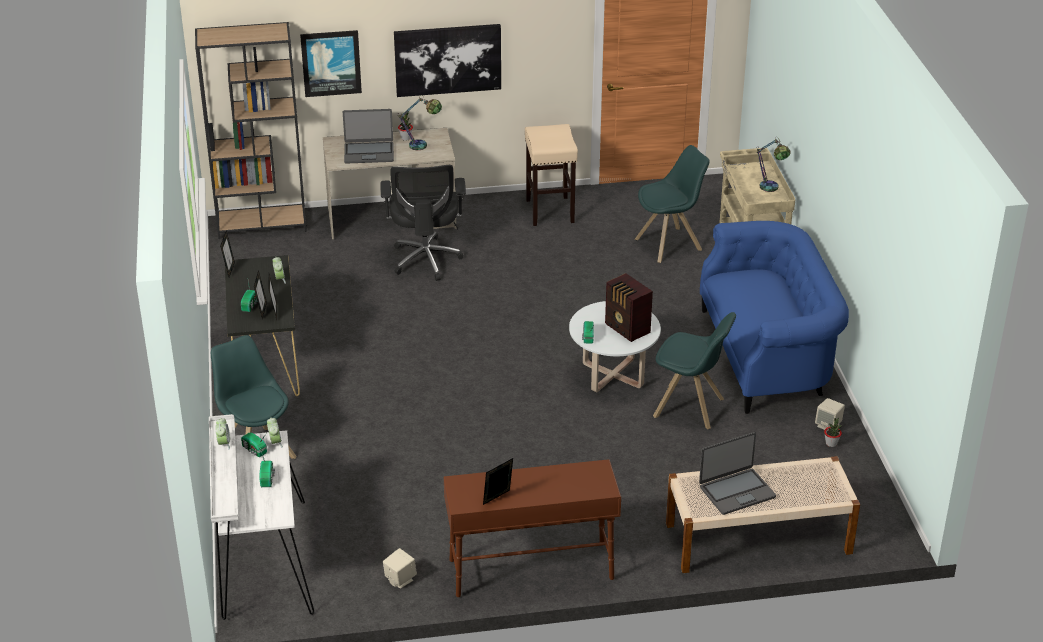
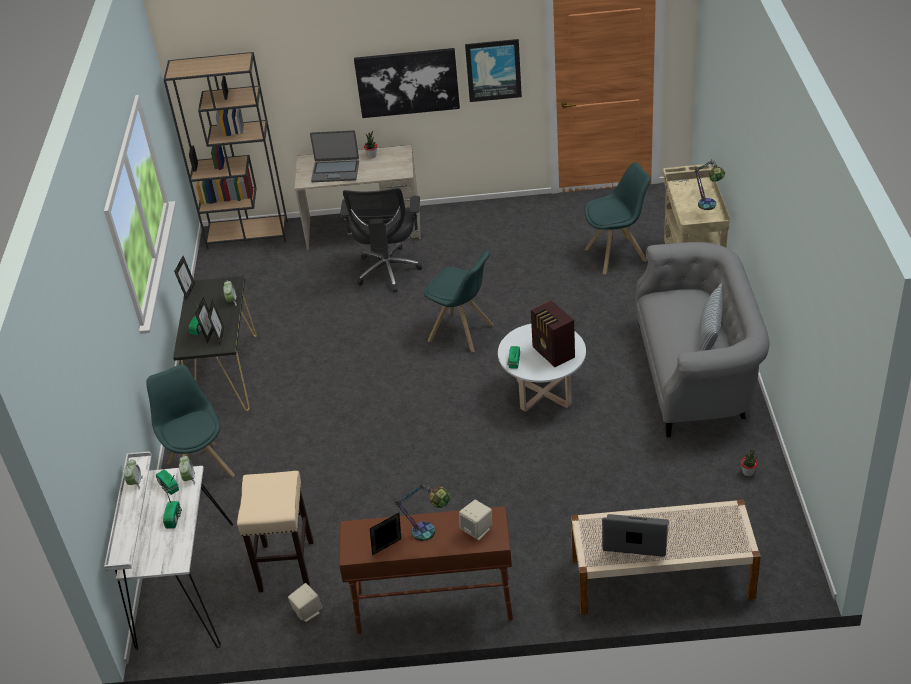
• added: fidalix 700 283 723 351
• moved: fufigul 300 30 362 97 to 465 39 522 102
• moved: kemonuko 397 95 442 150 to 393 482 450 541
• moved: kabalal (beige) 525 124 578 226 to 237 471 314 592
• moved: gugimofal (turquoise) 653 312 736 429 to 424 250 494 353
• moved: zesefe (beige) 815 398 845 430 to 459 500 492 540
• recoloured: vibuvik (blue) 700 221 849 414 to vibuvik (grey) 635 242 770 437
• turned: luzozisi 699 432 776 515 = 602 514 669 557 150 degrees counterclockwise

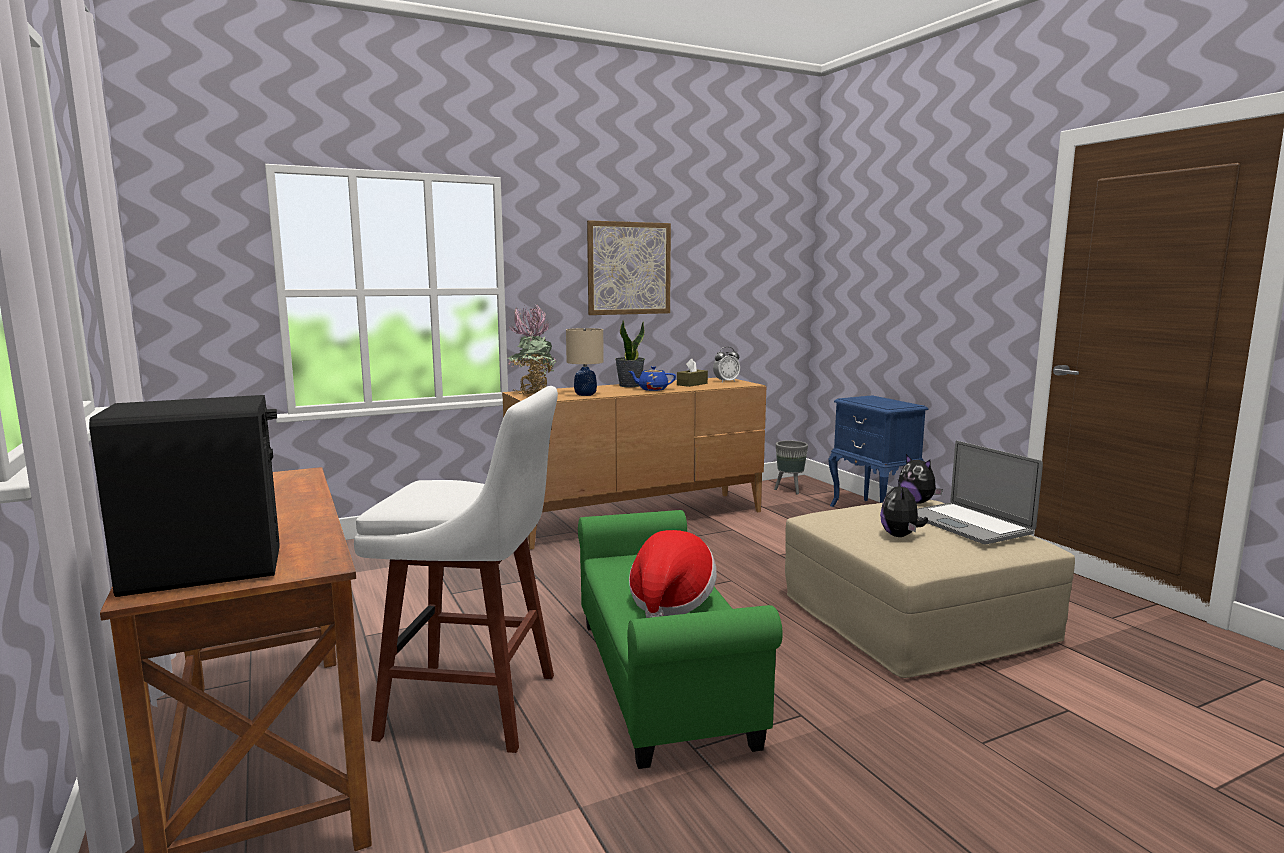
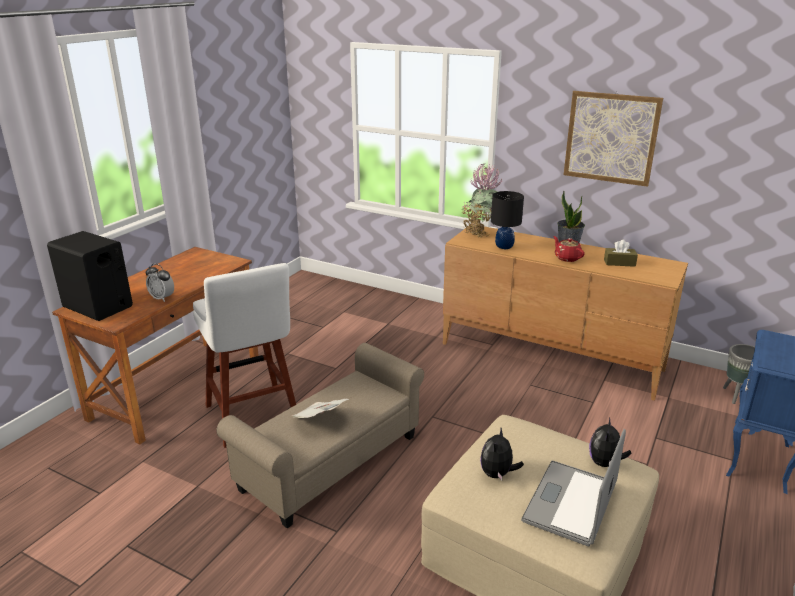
• moved: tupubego 713 347 740 383 to 146 263 174 302
• replaced: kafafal 629 530 717 618 to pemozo 292 398 349 418
• recoloured: kemonuko (beige) 566 328 604 396 to kemonuko (black) 491 191 524 249
• recoloured: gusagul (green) 578 510 783 769 to gusagul (beige) 216 343 424 528
• recoloured: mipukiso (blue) 628 366 676 391 to mipukiso (red) 553 236 585 262
• turned: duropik 880 480 928 537 = 480 428 524 480 45 degrees counterclockwise

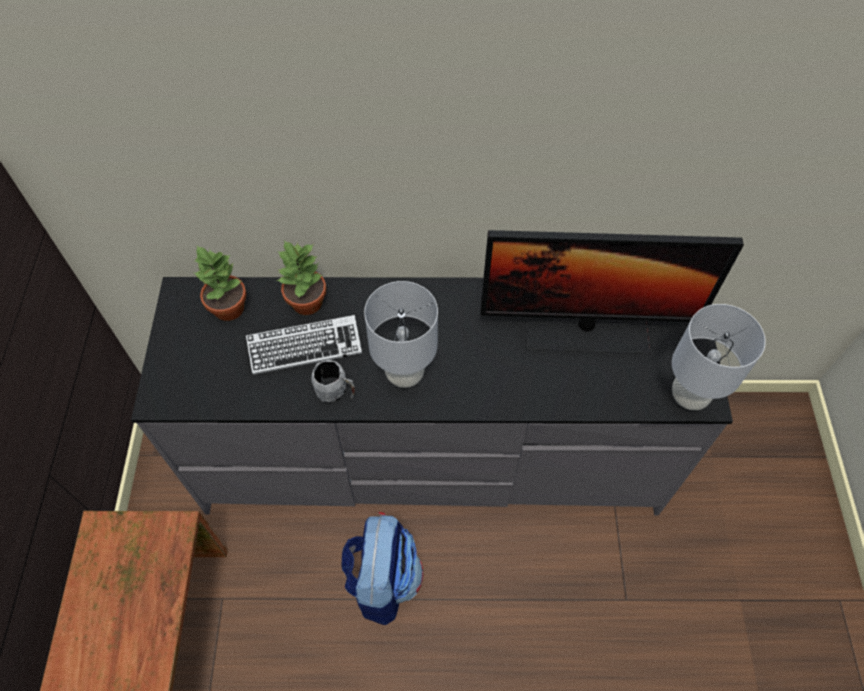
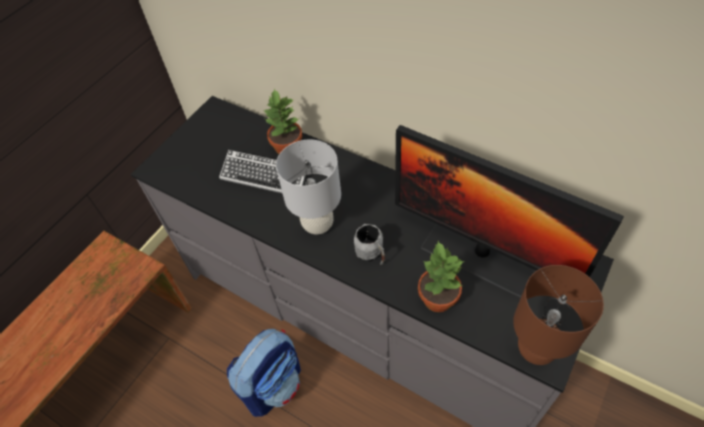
• moved: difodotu 194 245 247 321 to 418 241 465 312
• moved: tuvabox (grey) 311 360 355 402 to 354 224 385 265
• recoloured: kemonuko (grey) 672 304 766 410 to kemonuko (brown) 513 265 604 365

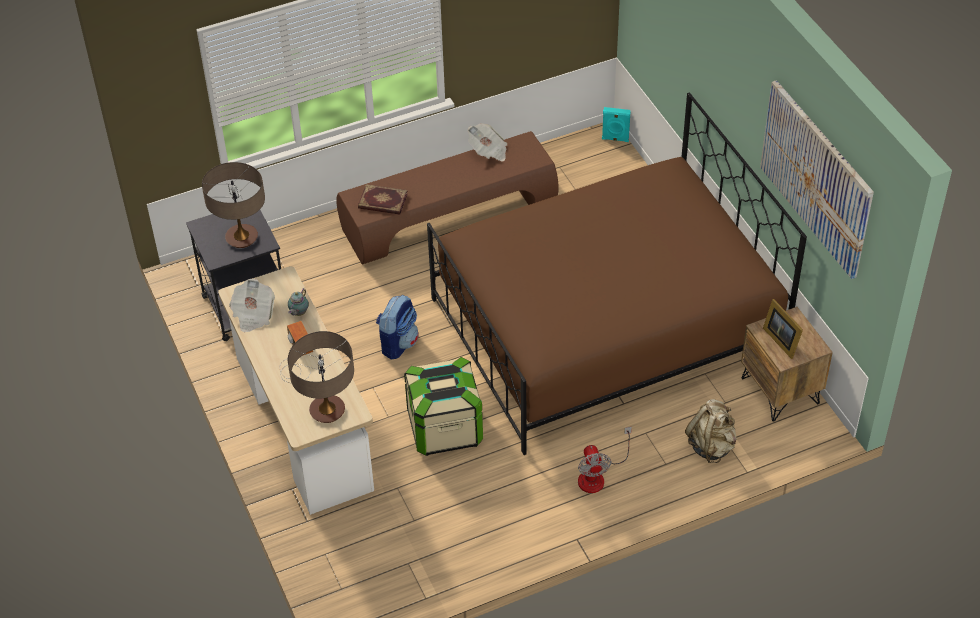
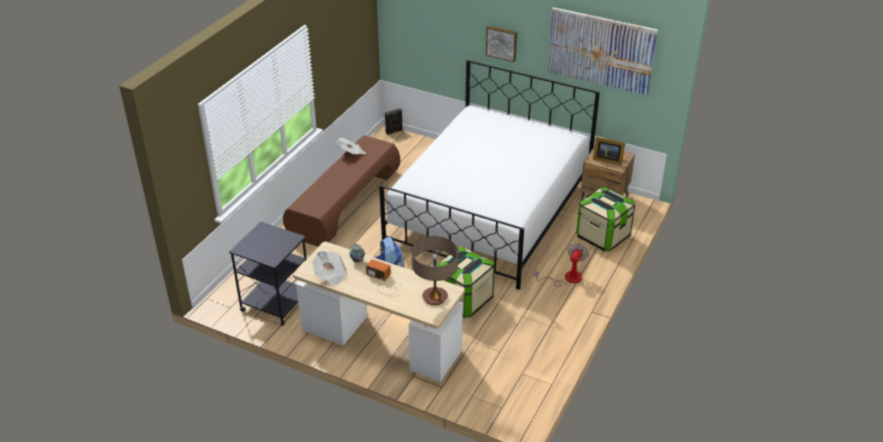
• removed: kemonuko 202 162 265 248
• removed: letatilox 358 184 408 215
• added: fufigul 486 26 517 62
• replaced: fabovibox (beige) 685 399 737 463 to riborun 576 187 635 251
• recoloured: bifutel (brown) 427 92 807 455 to bifutel (white) 379 60 600 290
• recoloured: zesefe (turquoise) 602 107 631 142 to zesefe (black) 385 109 403 135
• turned: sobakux 578 427 632 493 = 534 243 589 286 105 degrees counterclockwise

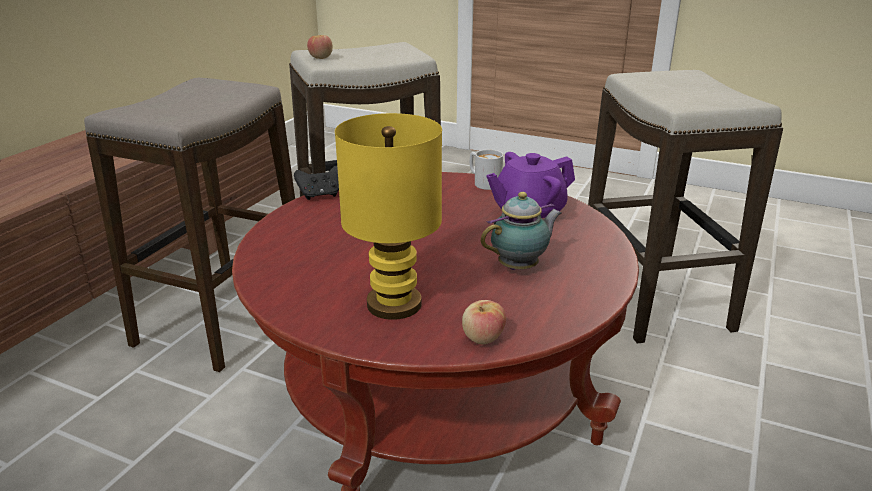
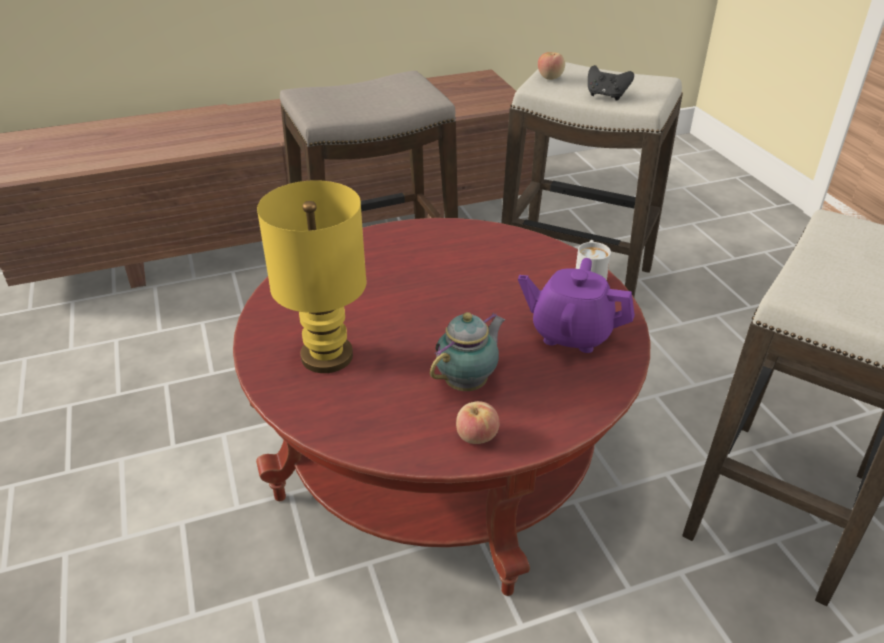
• moved: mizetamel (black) 294 166 339 200 to 588 65 634 101
• moved: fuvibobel 462 300 506 344 to 456 401 499 444
• turned: mipukiso 481 192 562 270 = 430 312 505 391 60 degrees counterclockwise

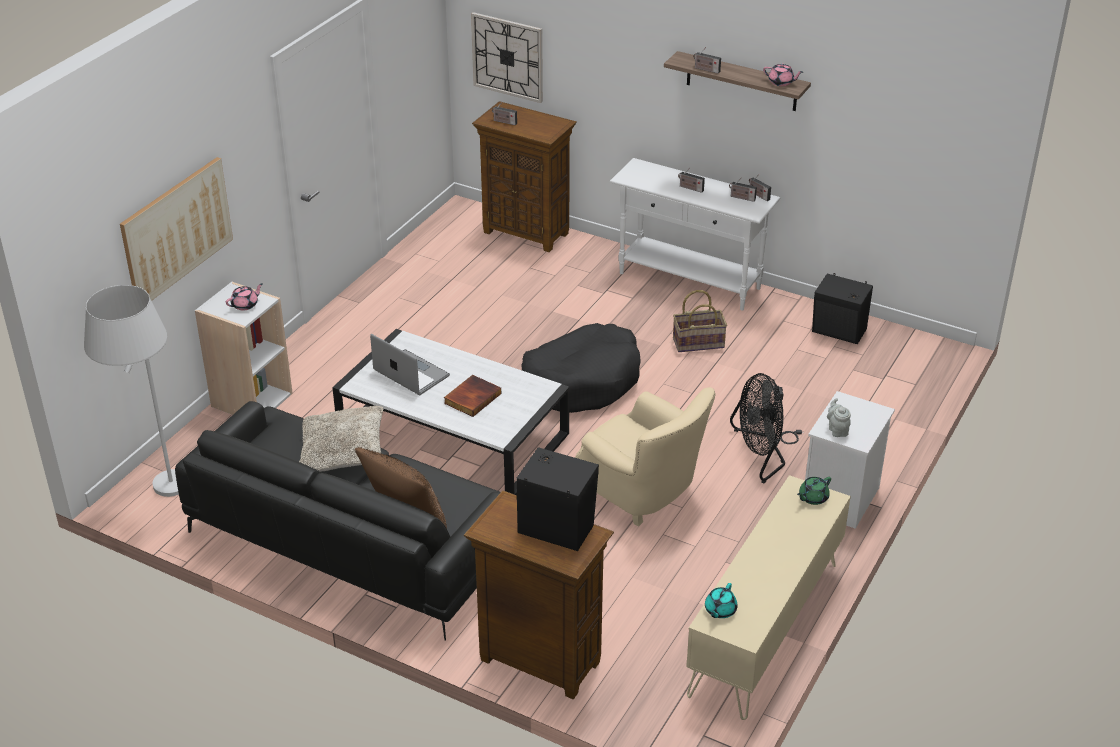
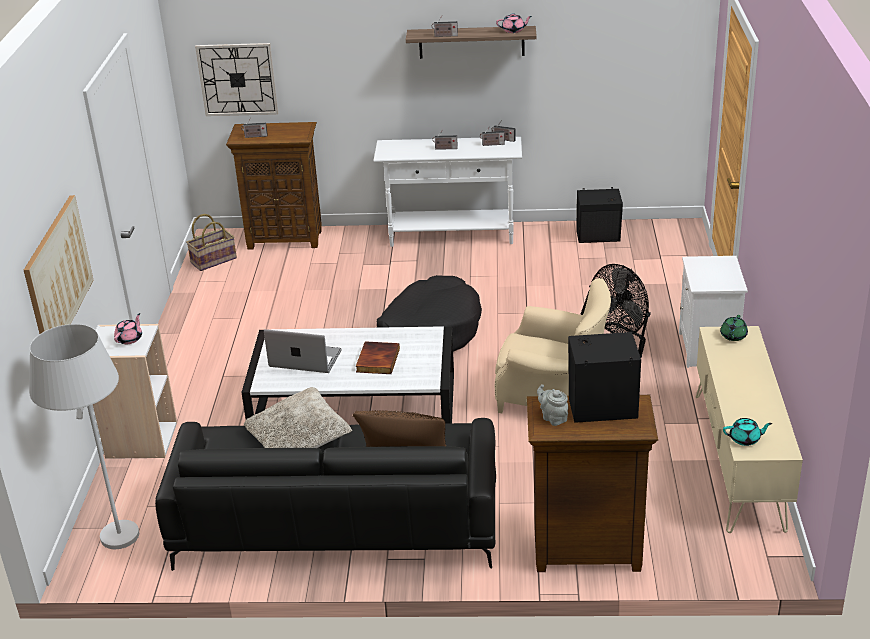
• moved: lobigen 673 290 727 352 to 186 214 237 271
• moved: mipukiso (grey) 827 398 851 437 to 537 384 568 426
• turned: mipukiso (turquoise) 705 583 738 618 = 723 418 772 446 90 degrees counterclockwise

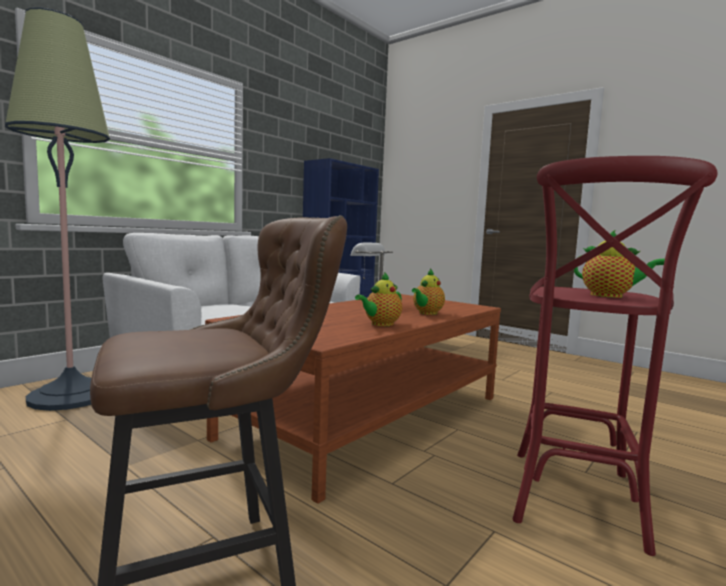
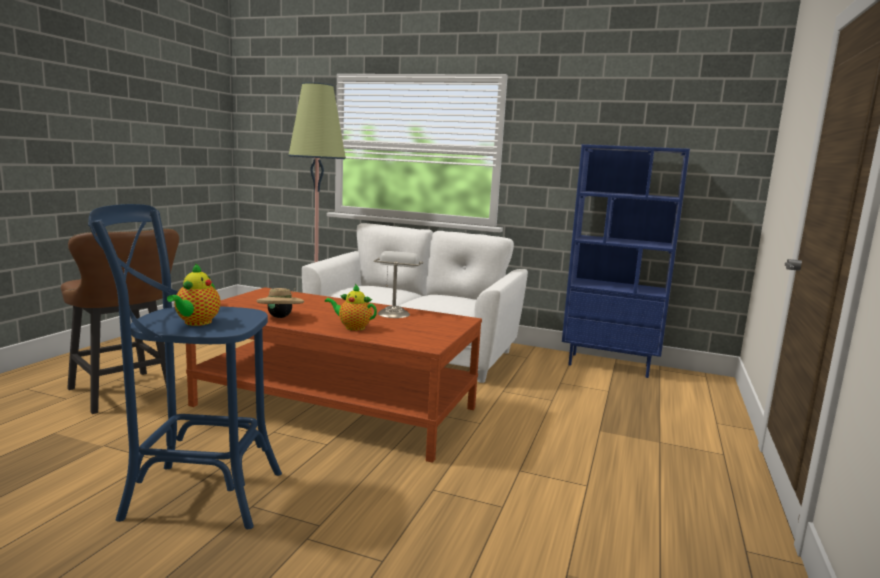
• replaced: mipukiso 355 272 402 326 to kafafal (beige) 257 288 304 318
• recoloured: kabalal (red) 513 156 718 556 to kabalal (blue) 88 204 282 529

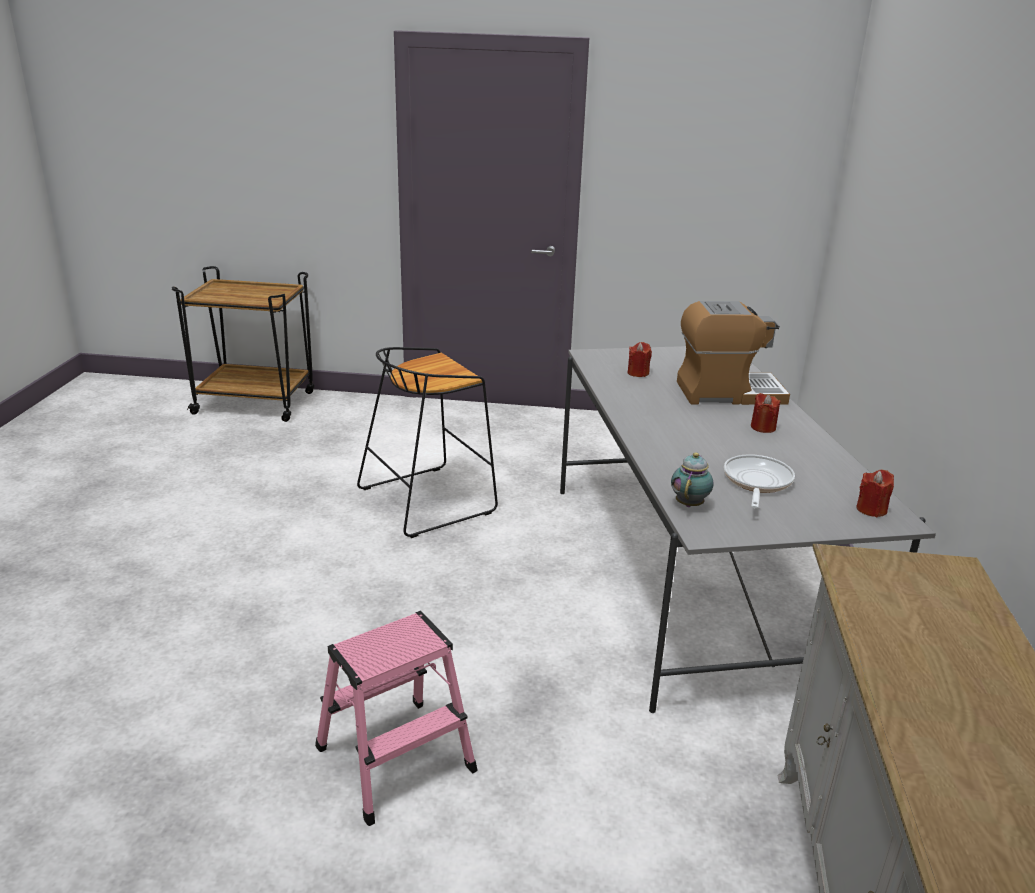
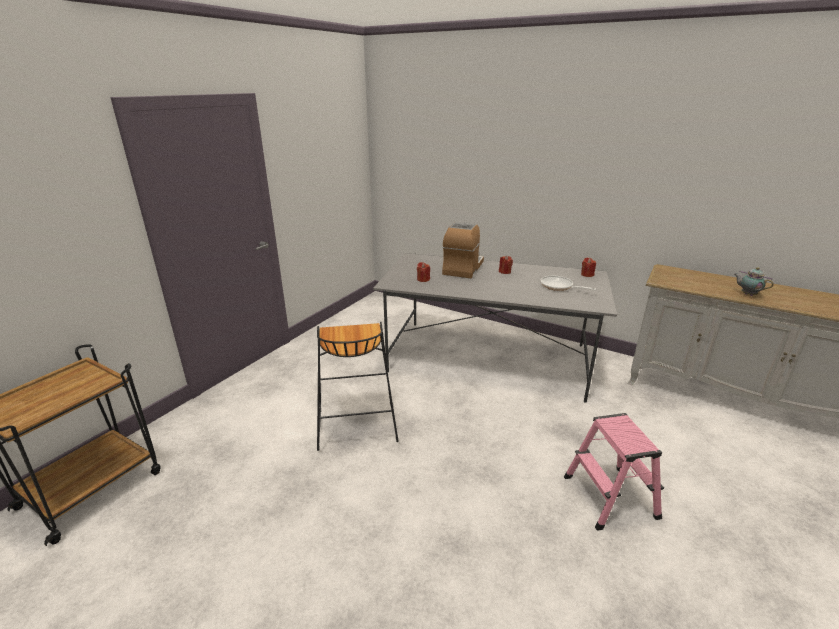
• moved: mipukiso 671 452 714 507 to 734 267 774 296

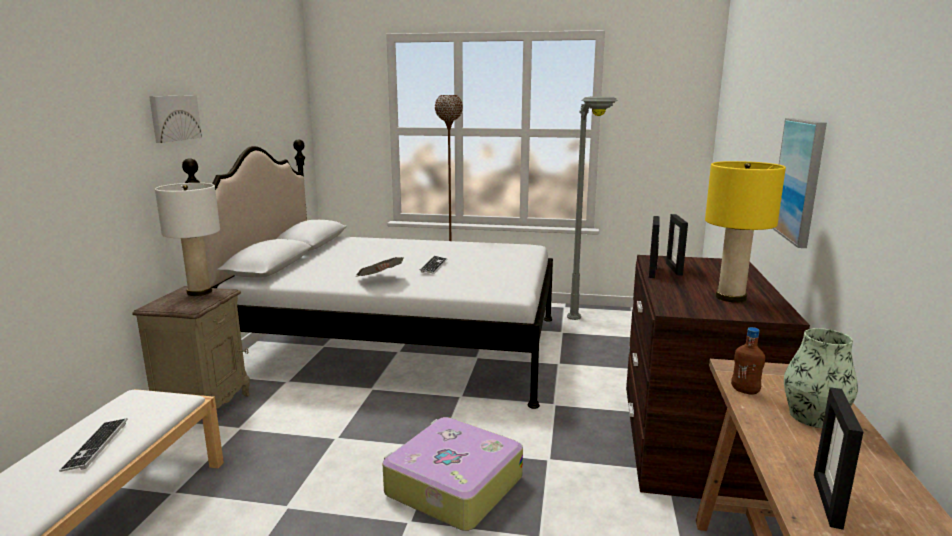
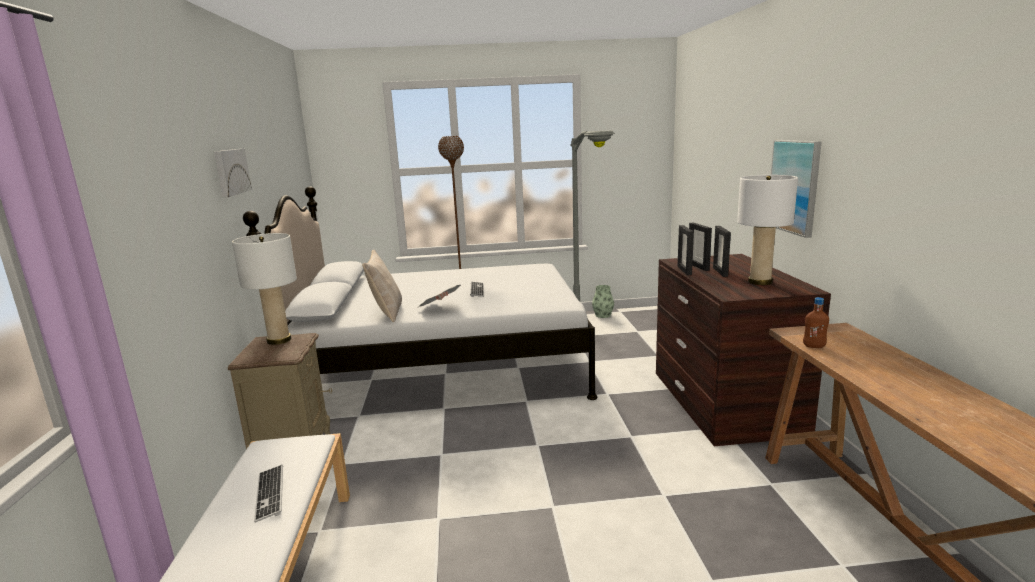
• removed: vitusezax 382 417 523 531
• added: fidalix (beige) 362 250 402 322
• moved: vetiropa 784 328 858 428 to 592 285 614 318
• moved: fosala 814 387 863 530 to 713 226 731 277
• recoloured: kemonuko (yellow) 705 161 786 303 to kemonuko (white) 737 175 798 285

